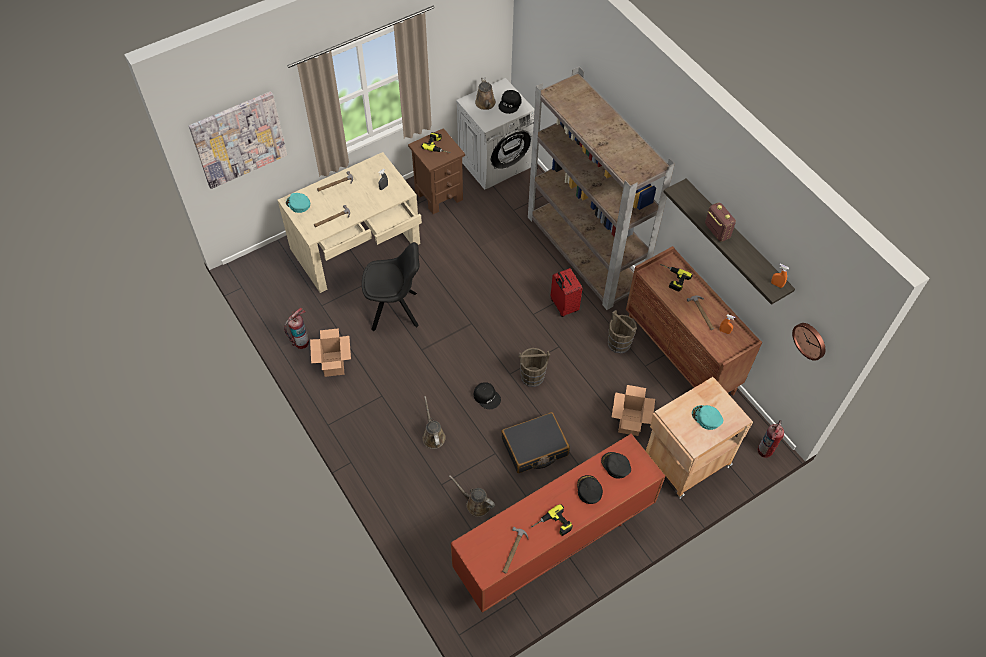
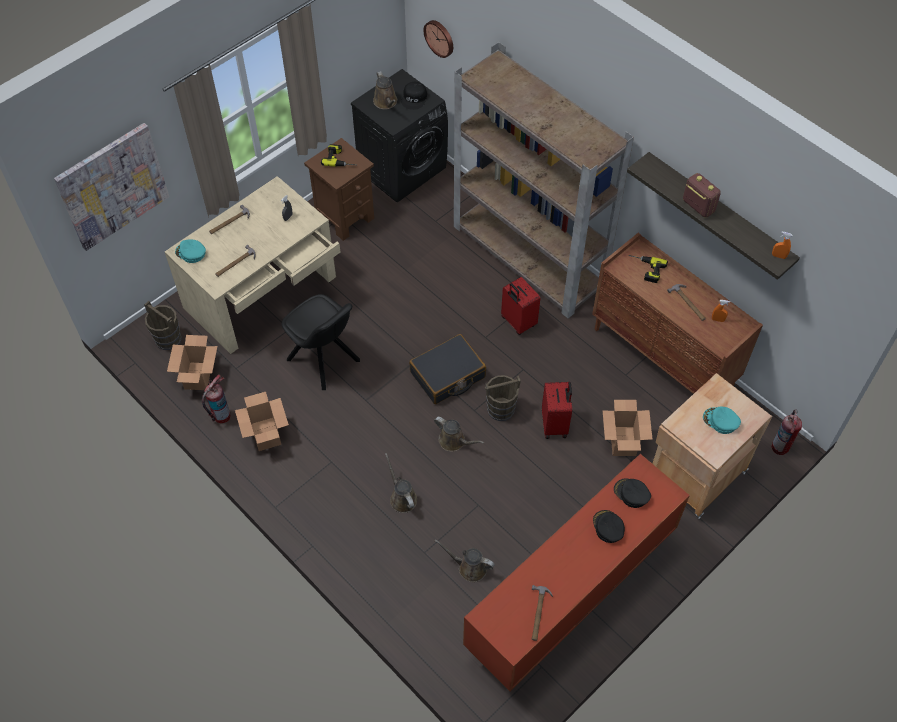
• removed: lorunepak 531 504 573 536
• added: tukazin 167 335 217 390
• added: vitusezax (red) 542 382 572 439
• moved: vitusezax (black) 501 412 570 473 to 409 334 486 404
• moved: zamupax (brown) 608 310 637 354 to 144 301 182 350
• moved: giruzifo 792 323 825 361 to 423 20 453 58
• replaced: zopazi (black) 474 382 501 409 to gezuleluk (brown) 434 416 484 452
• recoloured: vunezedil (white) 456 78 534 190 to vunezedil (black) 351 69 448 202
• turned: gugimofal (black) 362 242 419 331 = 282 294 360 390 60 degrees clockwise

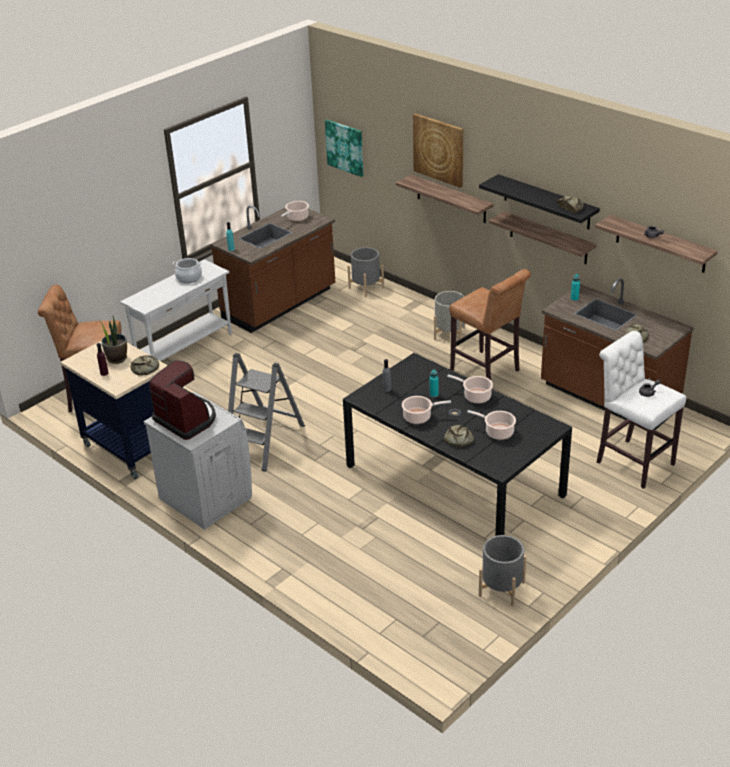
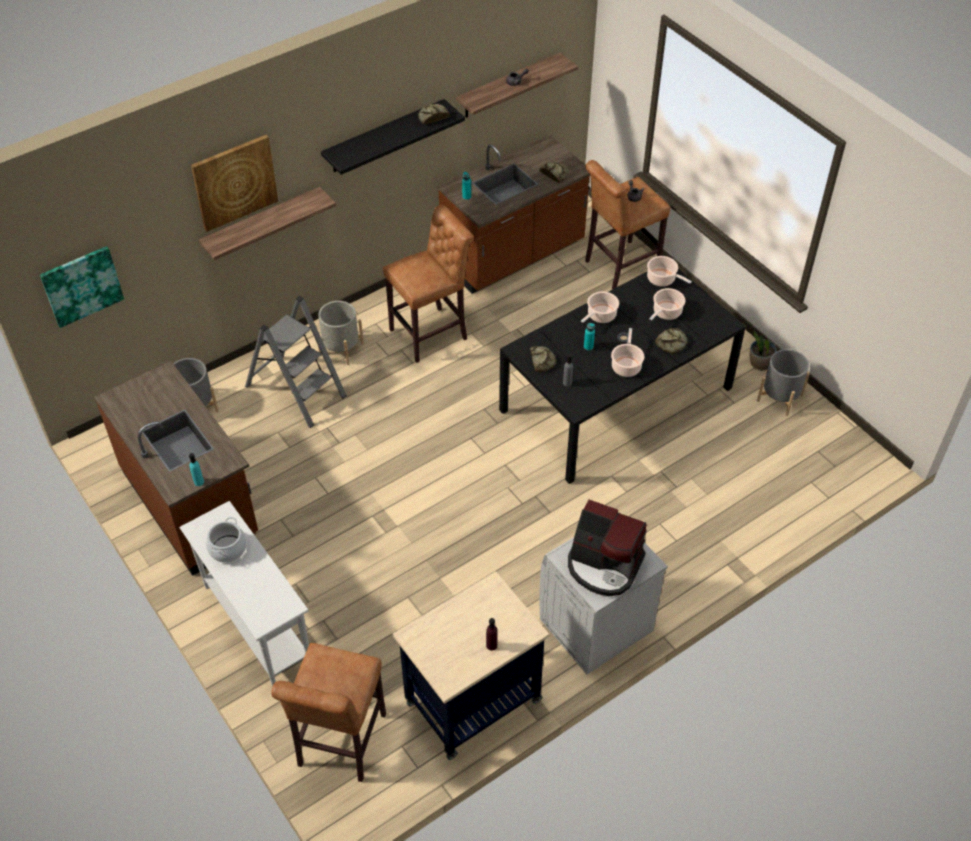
• removed: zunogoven 489 211 597 264
• moved: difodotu 99 316 127 364 to 750 331 777 371
• moved: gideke 131 355 159 376 to 530 346 556 372
• moved: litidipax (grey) 228 353 305 472 to 245 296 347 428
• moved: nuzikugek 281 201 309 221 to 647 256 692 287
• recoloured: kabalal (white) 597 331 687 489 to kabalal (brown) 585 160 670 289
• turned: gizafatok 149 360 216 440 = 568 499 647 596 120 degrees counterclockwise

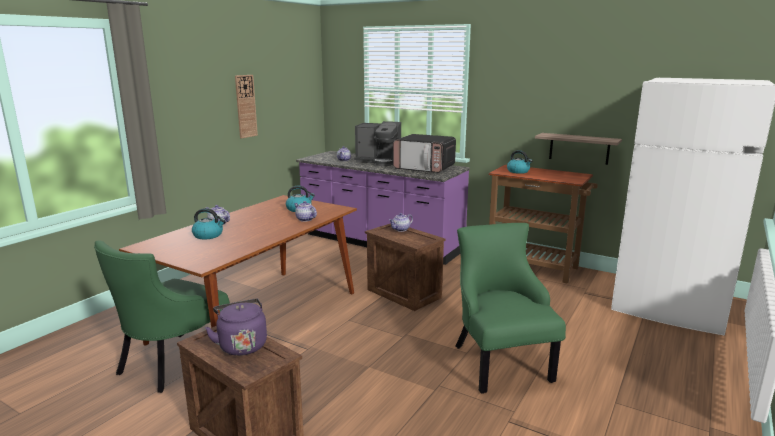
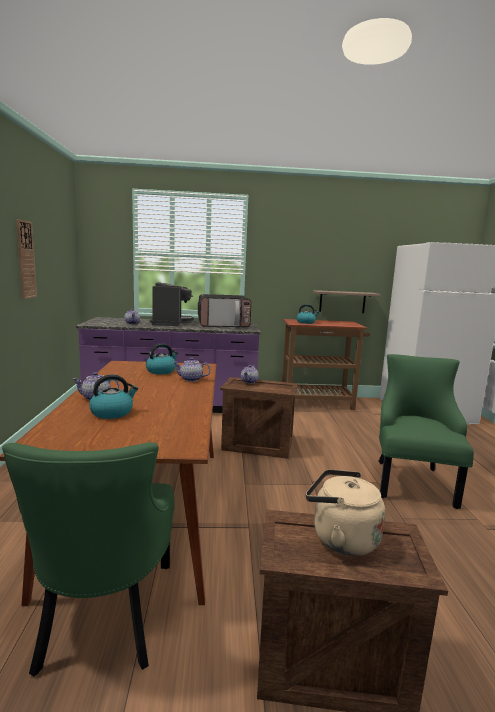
• recoloured: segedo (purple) 205 299 267 356 to segedo (beige) 306 469 385 556
• turned: gizafatok 354 121 401 166 = 150 282 194 326 75 degrees counterclockwise
• turned: gugimofal (green) 455 223 566 394 = 378 354 474 509 60 degrees clockwise

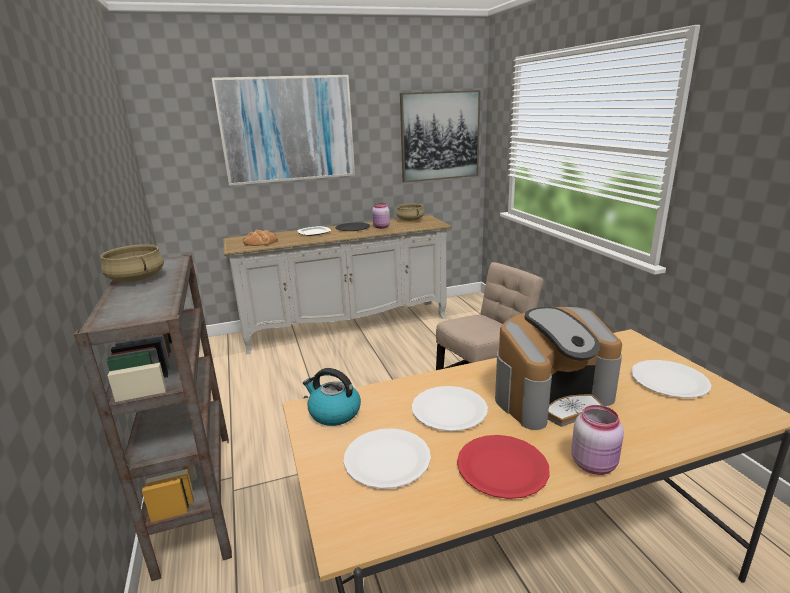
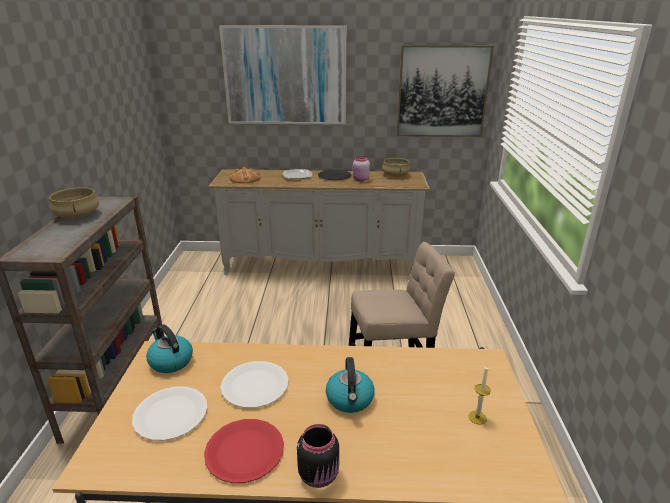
• replaced: gizafatok 495 307 622 430 to segedo 326 357 375 413
• replaced: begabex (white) 631 360 711 398 to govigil 469 365 491 425
• recoloured: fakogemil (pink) 571 405 624 475 to fakogemil (black) 297 424 339 488

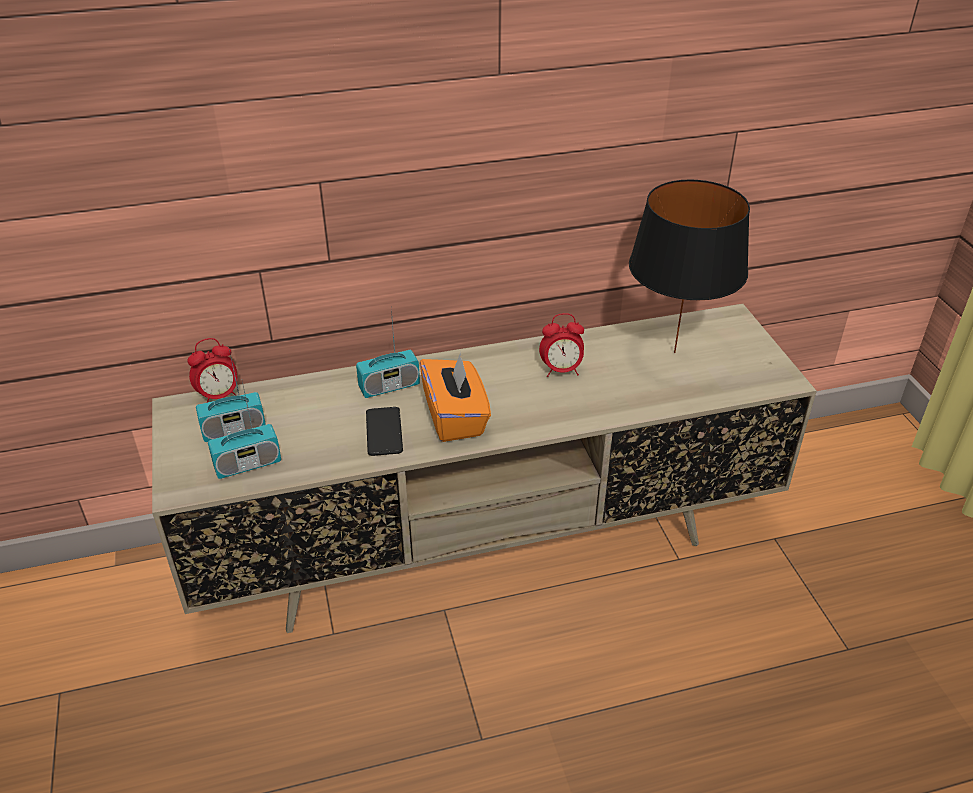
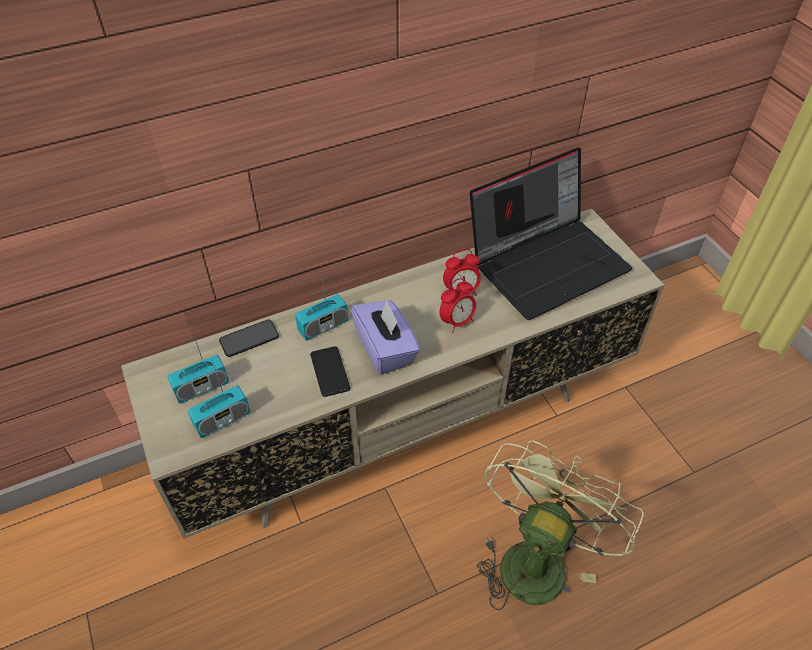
• added: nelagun 219 319 279 357
• added: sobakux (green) 477 441 644 611
• moved: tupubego 187 338 238 402 to 440 278 476 333
• replaced: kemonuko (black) 629 180 750 353 to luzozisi 470 147 632 320
• recoloured: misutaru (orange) 420 352 491 442 to misutaru (purple) 350 300 420 375

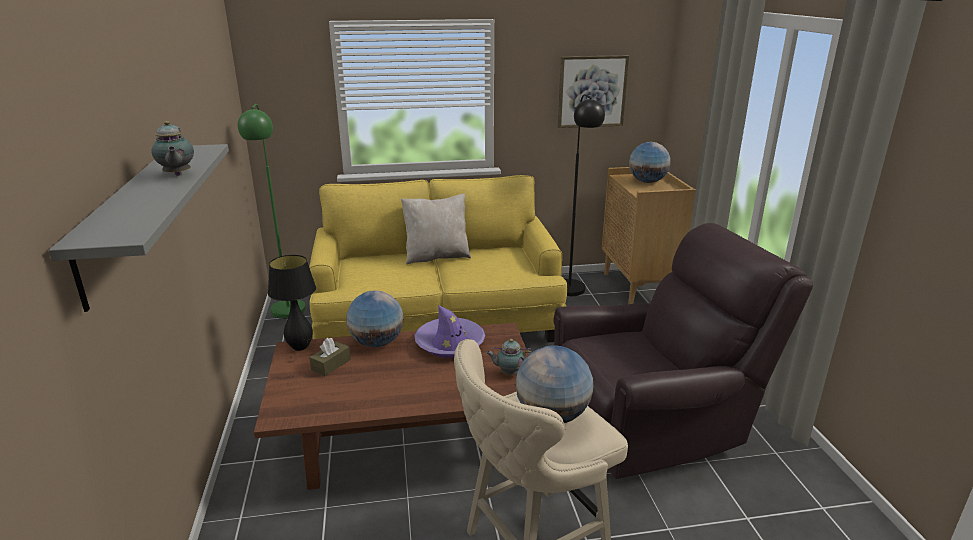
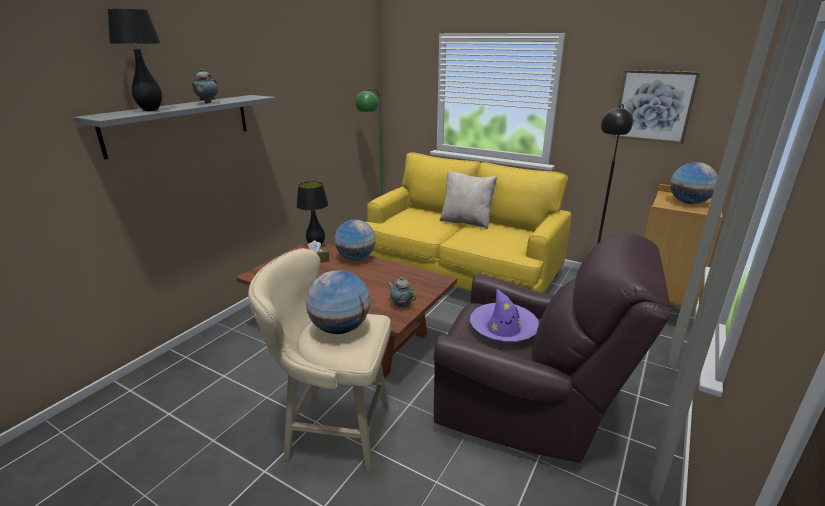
• added: kemonuko (black) 108 9 162 111
• moved: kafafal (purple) 414 305 485 358 to 470 289 539 344

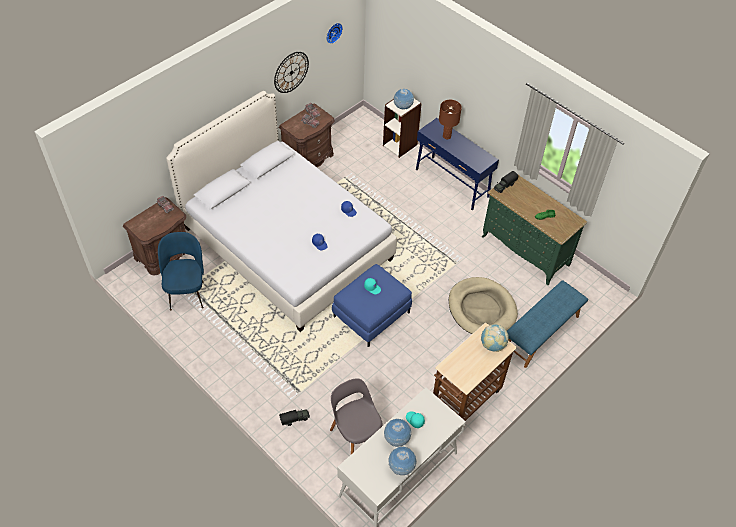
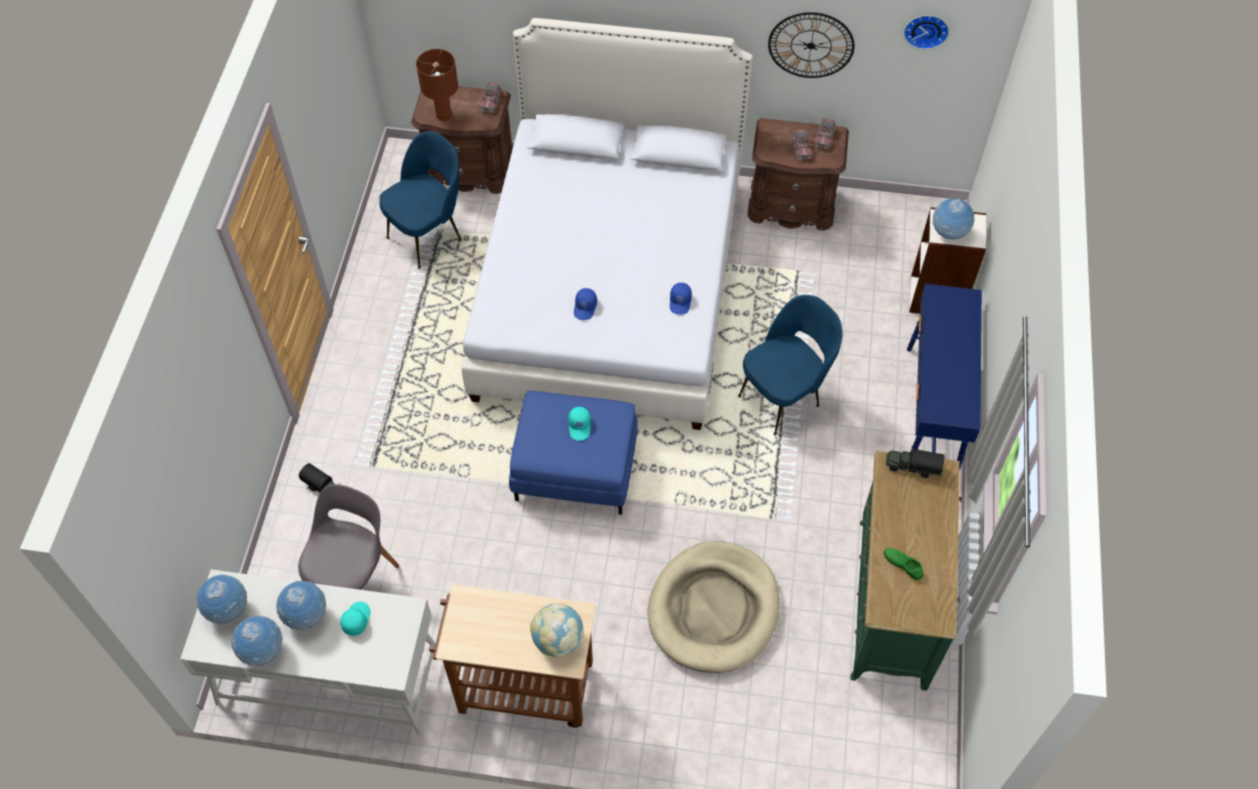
• removed: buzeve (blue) 507 280 588 368
• added: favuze 196 575 247 624
• added: gugimofal (blue) 738 295 842 435
• moved: kemonuko (brown) 439 100 462 139 to 416 49 458 121

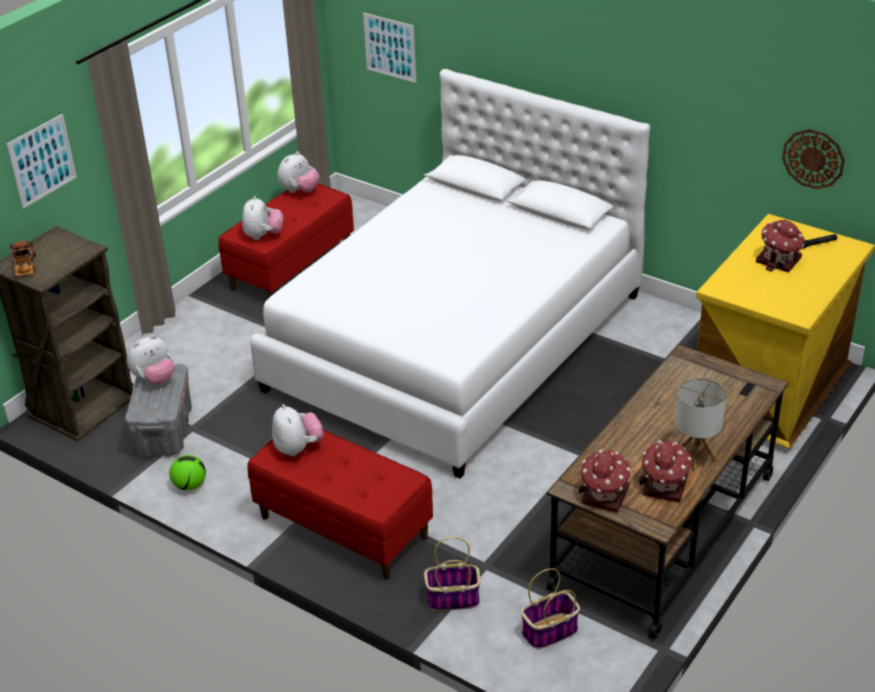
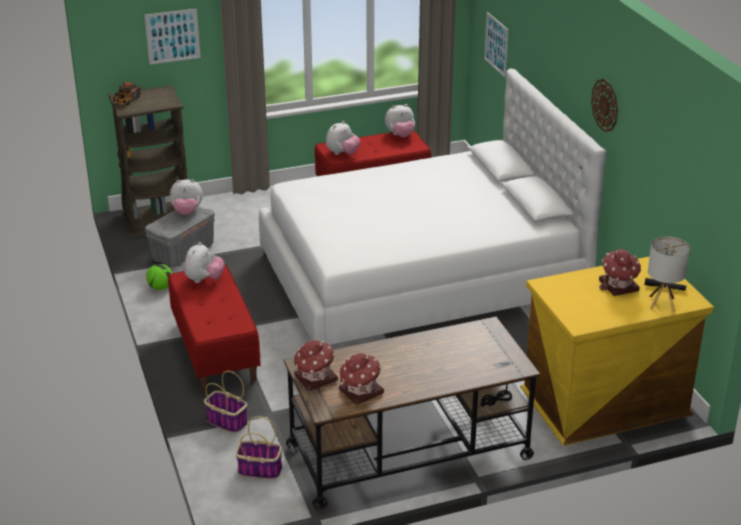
• moved: kemonuko 675 378 726 471 to 648 237 690 312
• moved: giruzifo 782 129 845 189 to 591 79 618 132

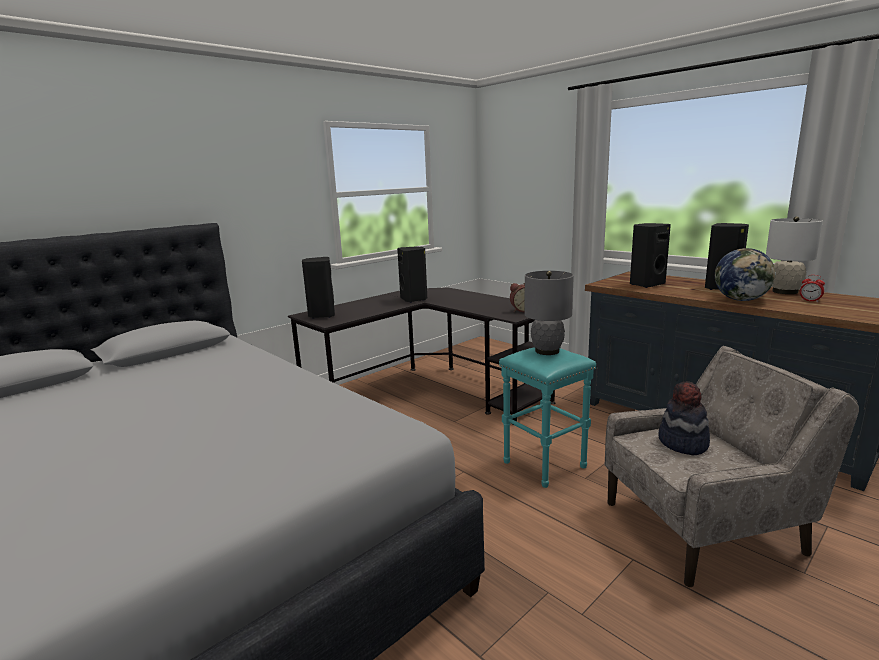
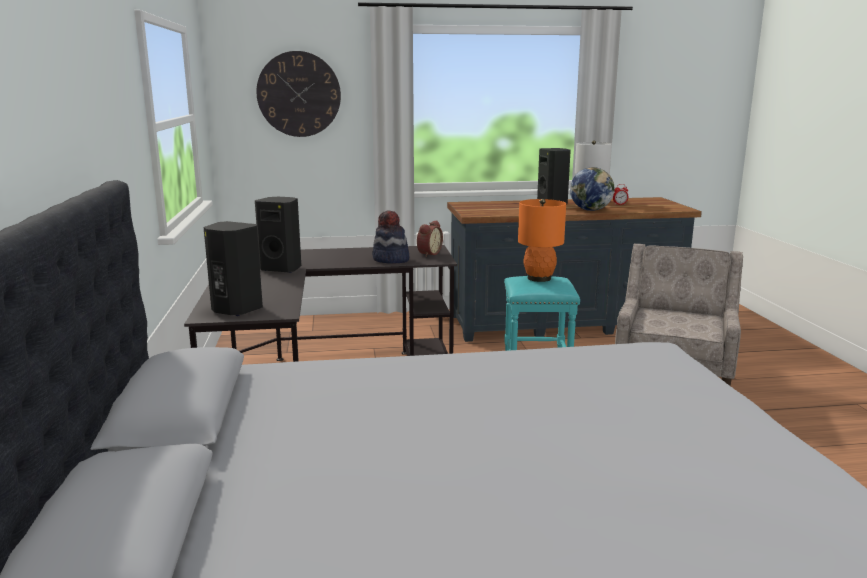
• removed: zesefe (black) 630 223 671 288
• added: giruzifo 256 51 341 137
• moved: kafafal 658 381 710 455 to 372 210 410 264
• recoloured: kemonuko (grey) 524 271 574 355 to kemonuko (orange) 518 199 566 282

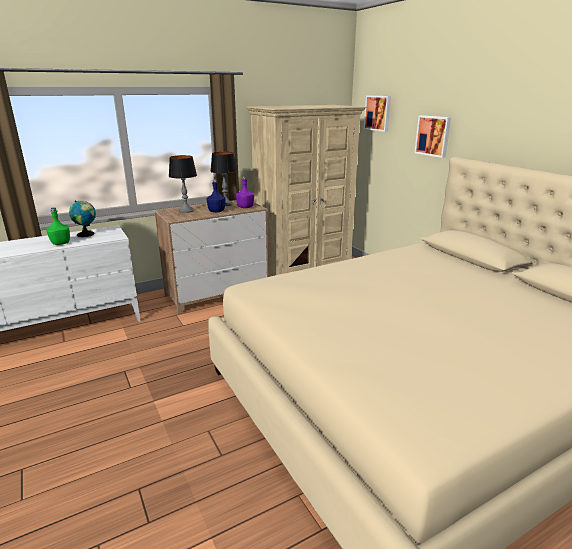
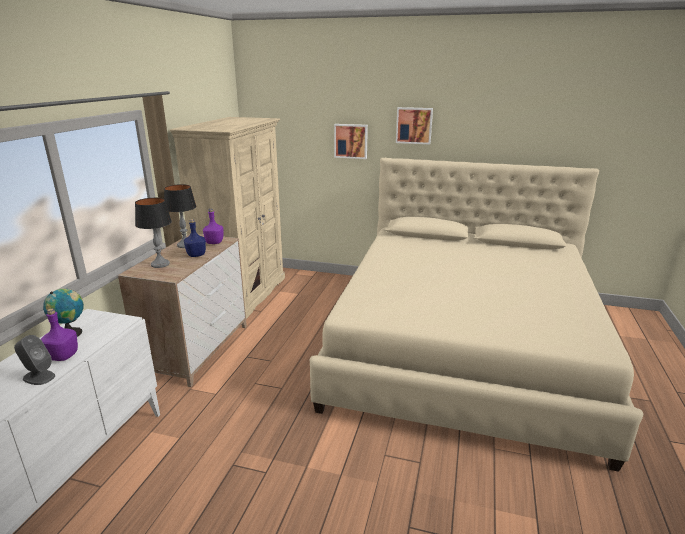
• added: zesefe (grey) 14 335 55 385
• moved: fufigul 364 95 391 132 to 396 107 433 145
• recoloured: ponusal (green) 46 207 70 245 to ponusal (purple) 41 308 78 361

